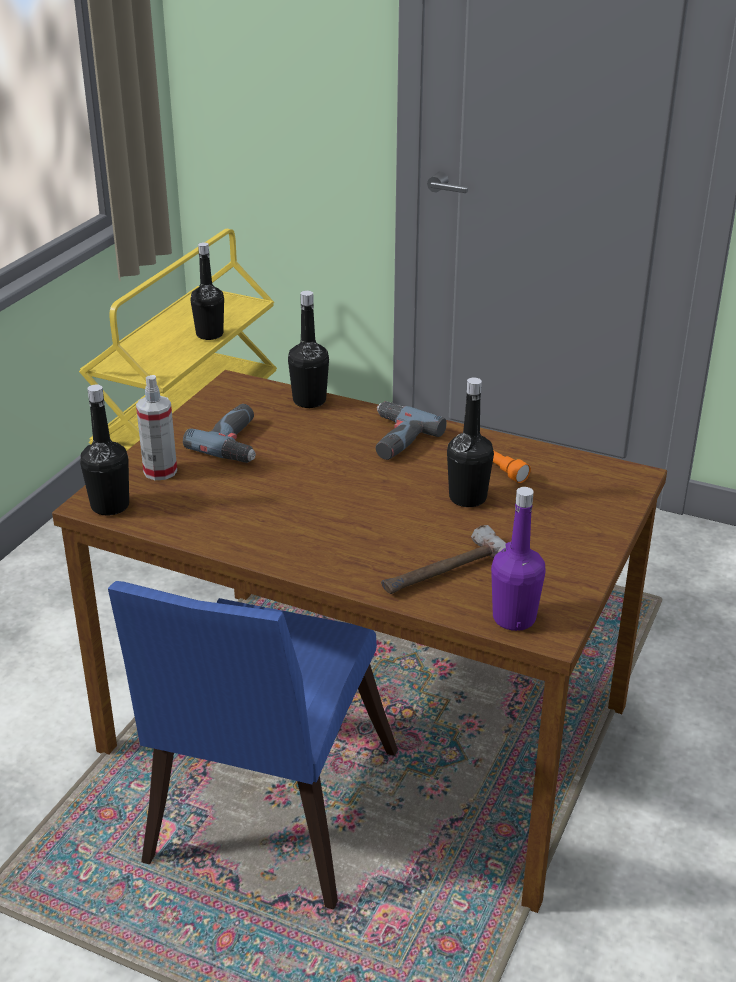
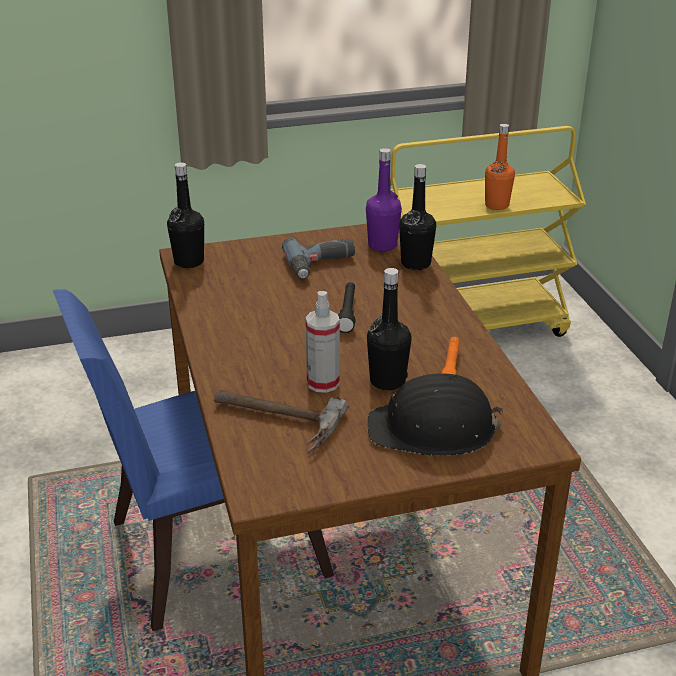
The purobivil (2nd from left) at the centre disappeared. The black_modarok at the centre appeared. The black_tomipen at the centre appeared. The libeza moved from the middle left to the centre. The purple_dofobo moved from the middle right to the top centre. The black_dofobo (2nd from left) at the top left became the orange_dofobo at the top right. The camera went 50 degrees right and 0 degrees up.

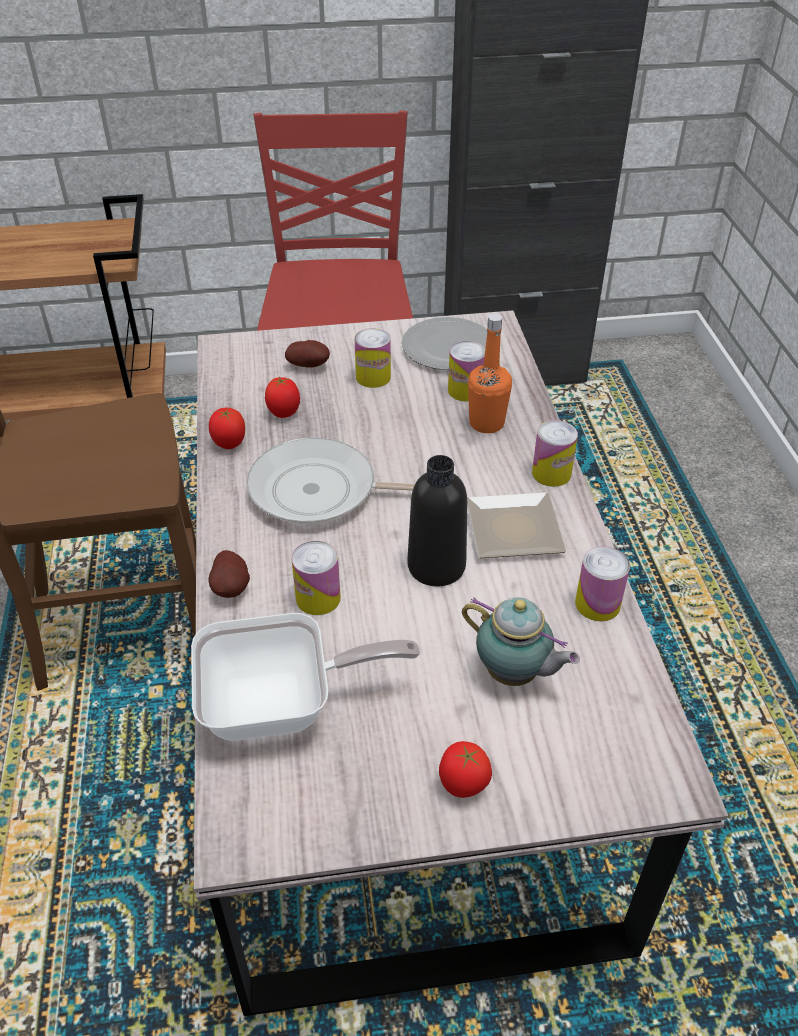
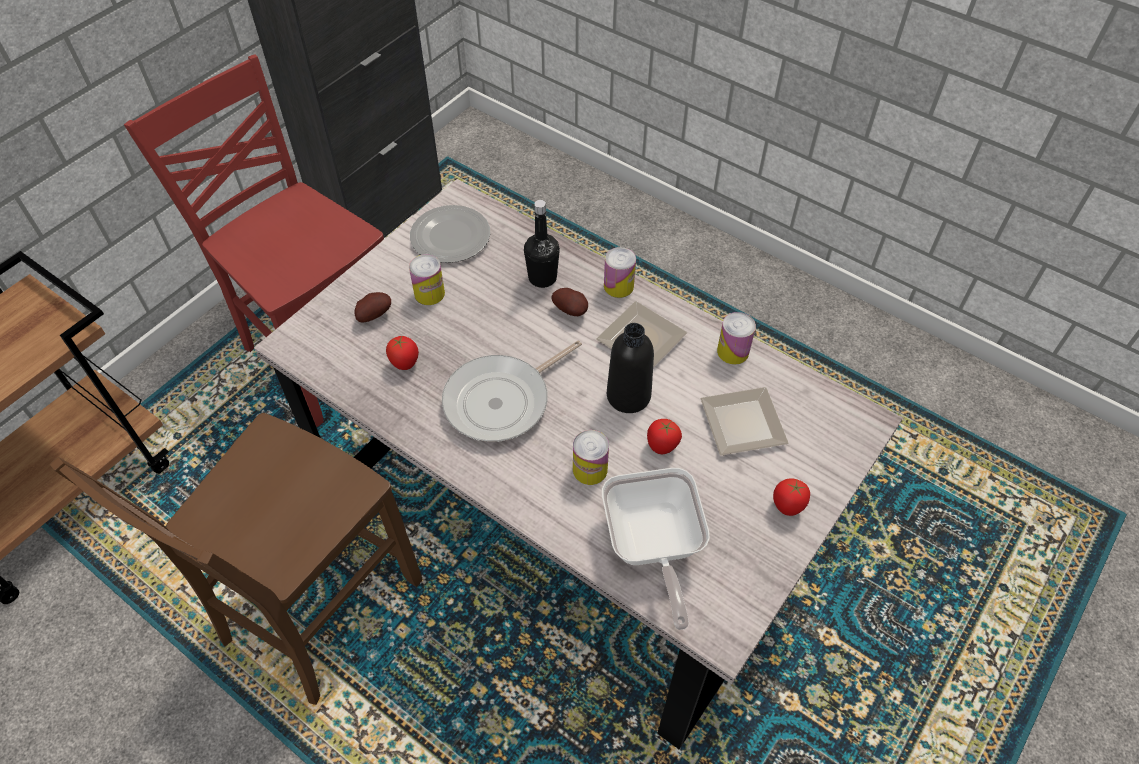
The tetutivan (3rd from left) at the centre disappeared. The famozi (1st from left in the first image) moved from the middle left to the centre. The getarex (1st from left in the first image) moved from the middle left to the centre. The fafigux at the centre was replaced by the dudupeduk (3rd from left) at the centre. The orange_dofobo at the centre became the black_dofobo (1st from left) at the top centre. The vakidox (1st from left in the first image) at the centre turned 135 degrees clockwise. The camera went 45 degrees left and 10 degrees up.

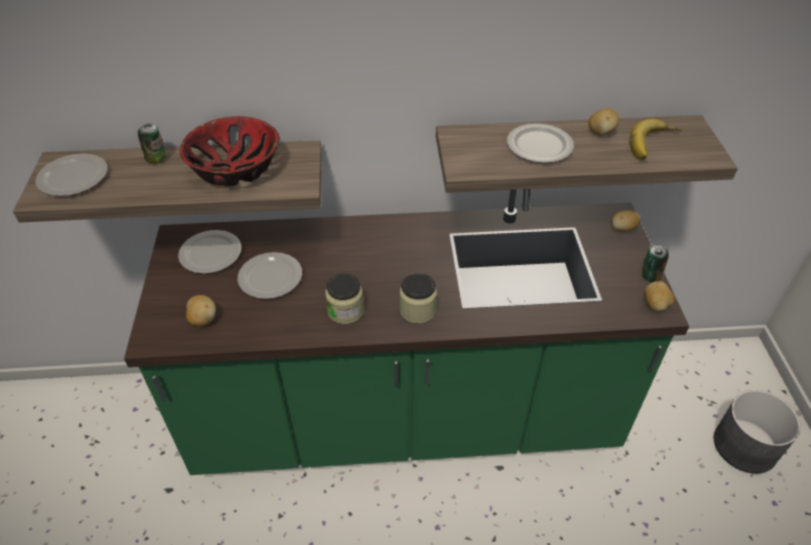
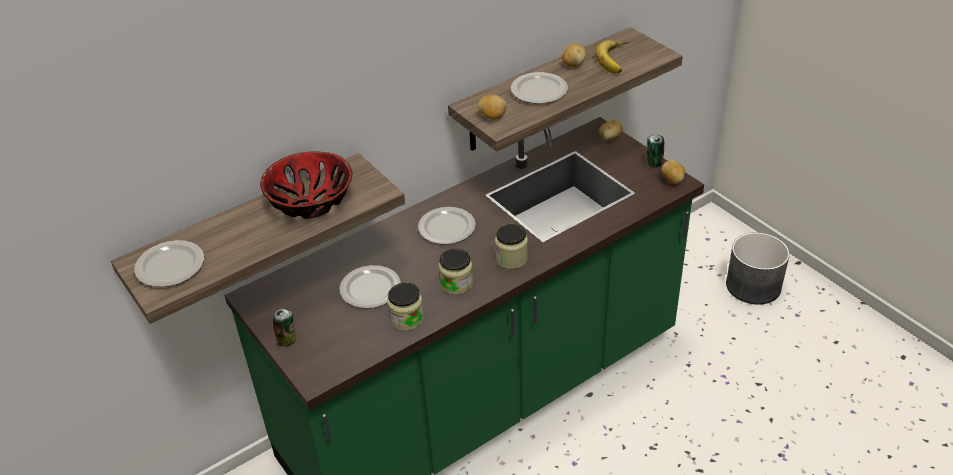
The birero (1st from left) at the centre appeared. The tetutivan (1st from left) moved from the top left to the bottom left. The dudupeduk (2nd from left in the first image) moved from the middle left to the centre. The famozi (1st from left) moved from the middle left to the top centre. The camera went 30 degrees left and 5 degrees down.

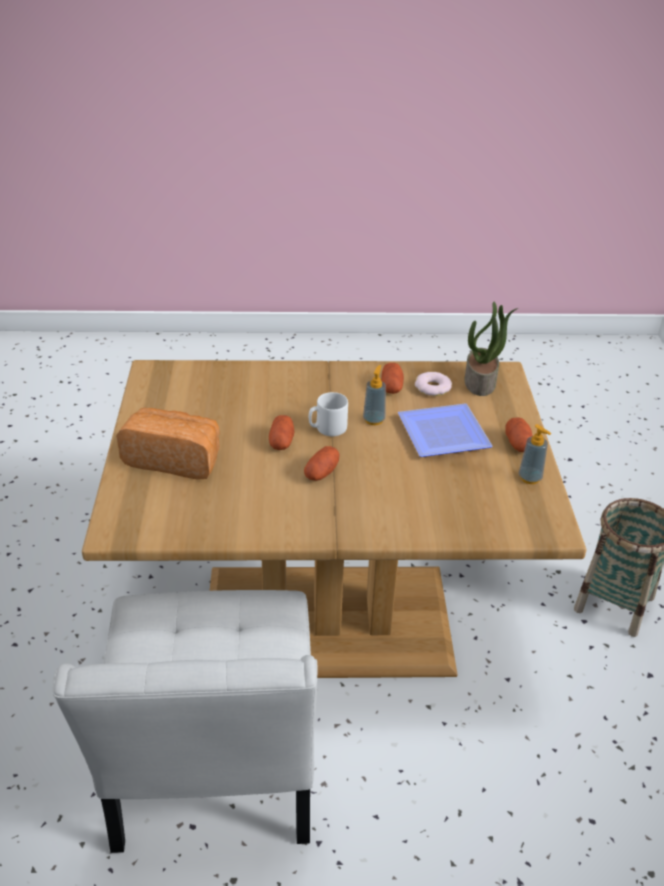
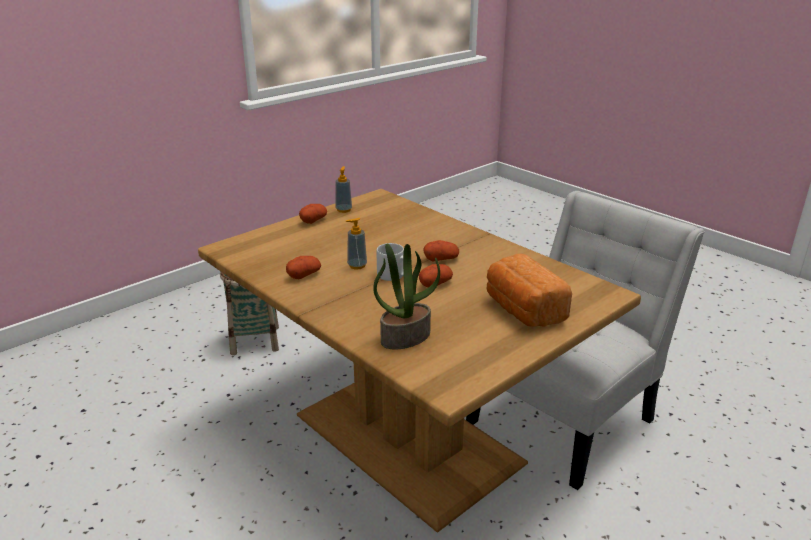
The dudupeduk at the middle right disappeared. The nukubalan at the centre disappeared. The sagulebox moved from the middle right to the centre. The camera went 130 degrees left and 10 degrees down.

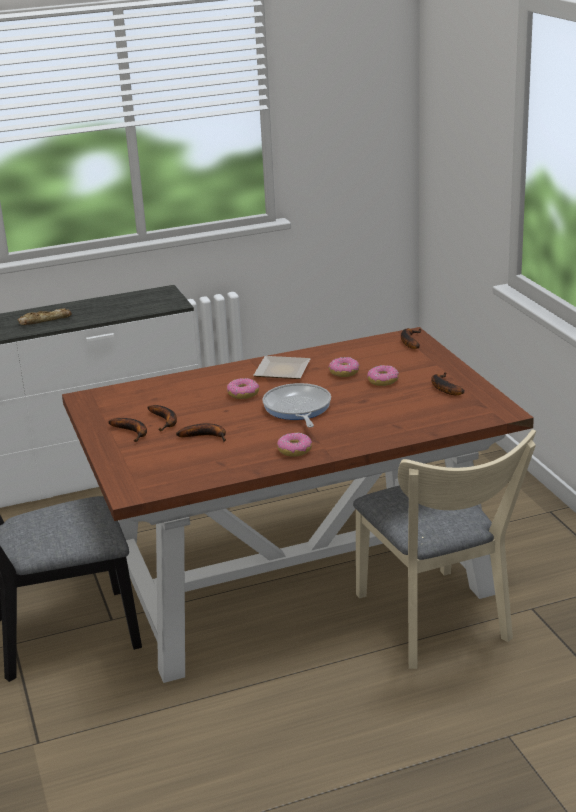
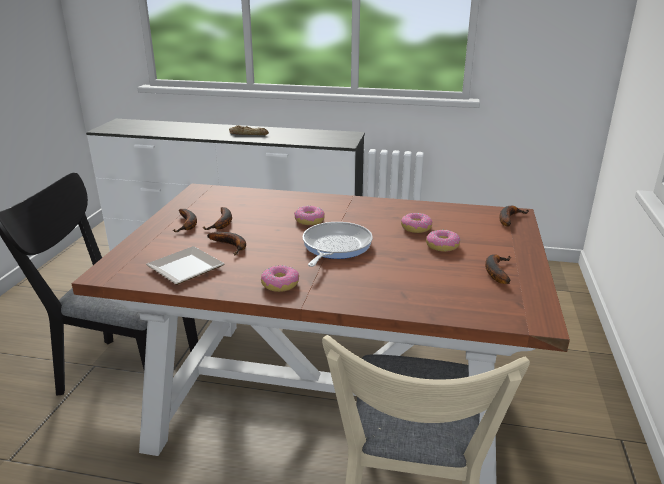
The dudupeduk moved from the centre to the middle left. The camera went 30 degrees right and 0 degrees up.

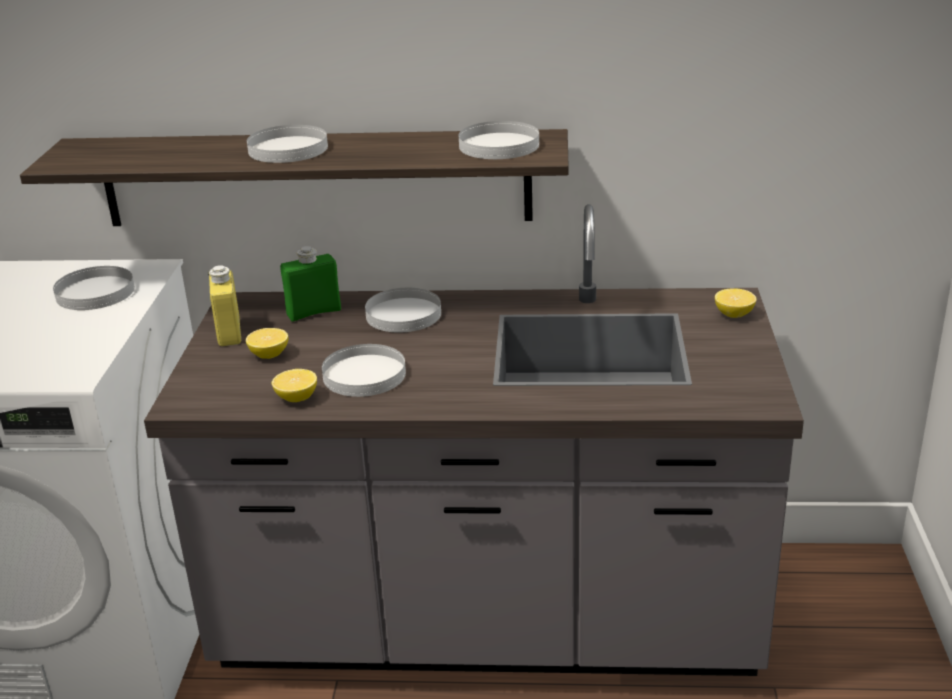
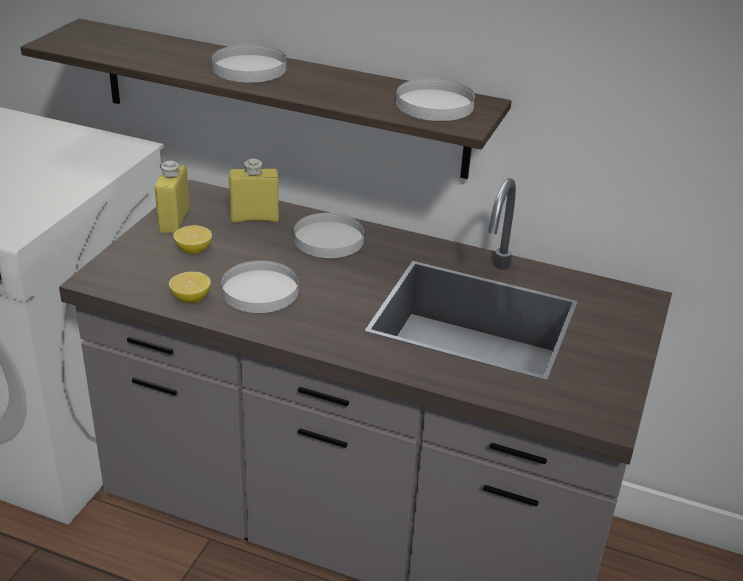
The white_dudupeduk (1st from left) at the middle left disappeared. The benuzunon (3rd from left) at the middle right disappeared. The green_dofobo at the middle left became the yellow_dofobo (2nd from left) at the top centre. The camera went 15 degrees right and 5 degrees up.

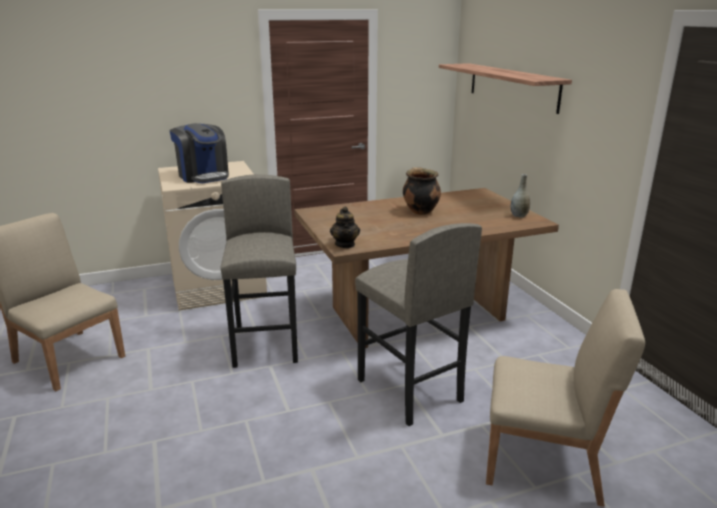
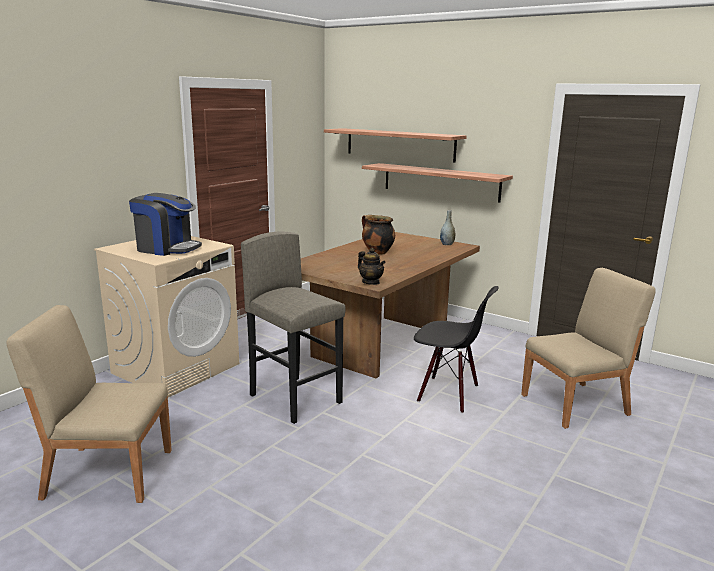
The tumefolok (2nd from left) at the top centre appeared. The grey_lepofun (2nd from left) at the centre was replaced by the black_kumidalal at the centre. The camera went 35 degrees left and 5 degrees down.

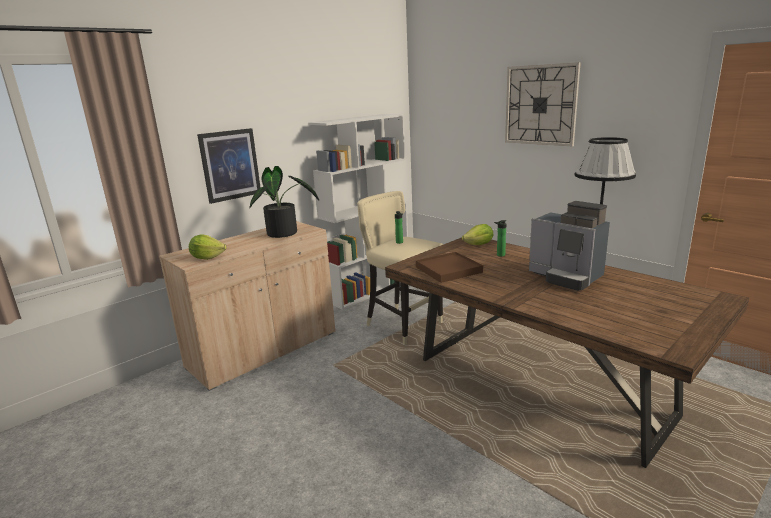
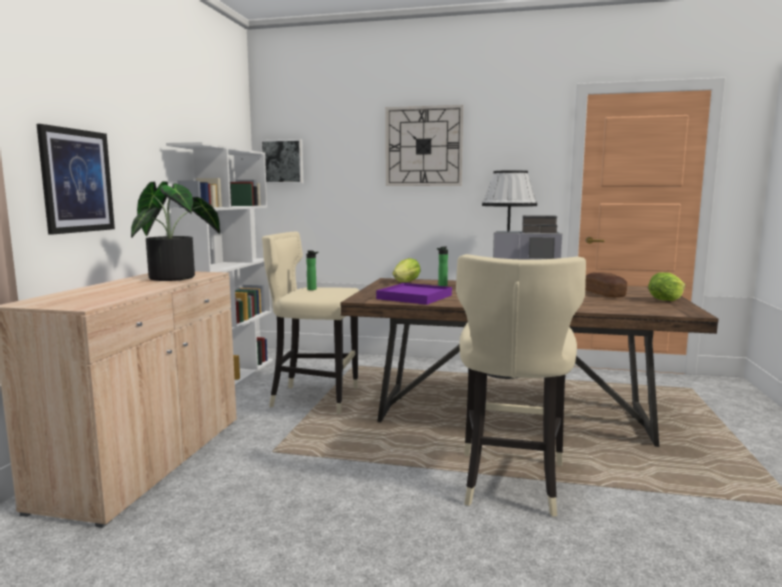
The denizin (2nd from left) at the top centre appeared. The beige_lepofun (2nd from left) at the centre appeared. The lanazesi at the middle right appeared. The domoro (1st from left in the first image) moved from the middle left to the middle right. The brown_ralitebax at the centre became the purple_ralitebax at the centre. The camera went 35 degrees left and 10 degrees down.

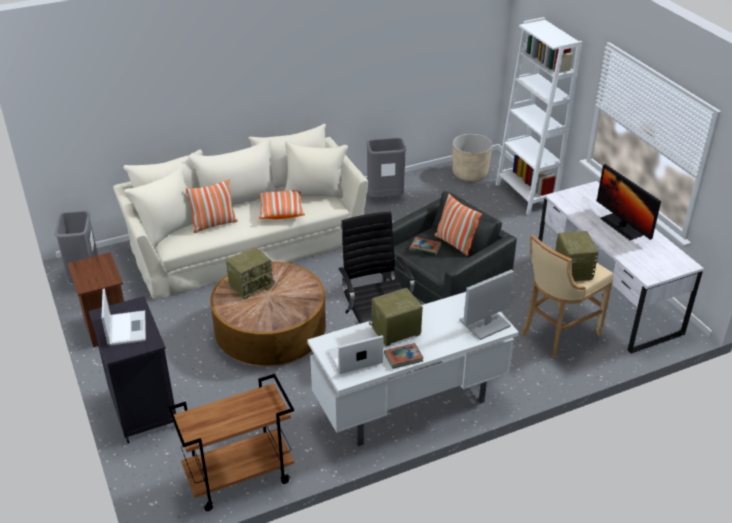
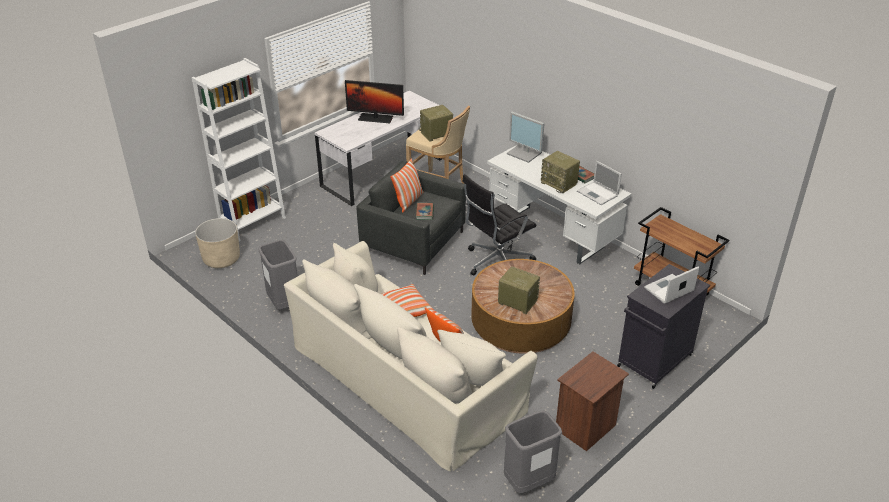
The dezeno (2nd from left in the first image) at the middle right turned 60 degrees clockwise. The camera went 110 degrees left and 0 degrees up.

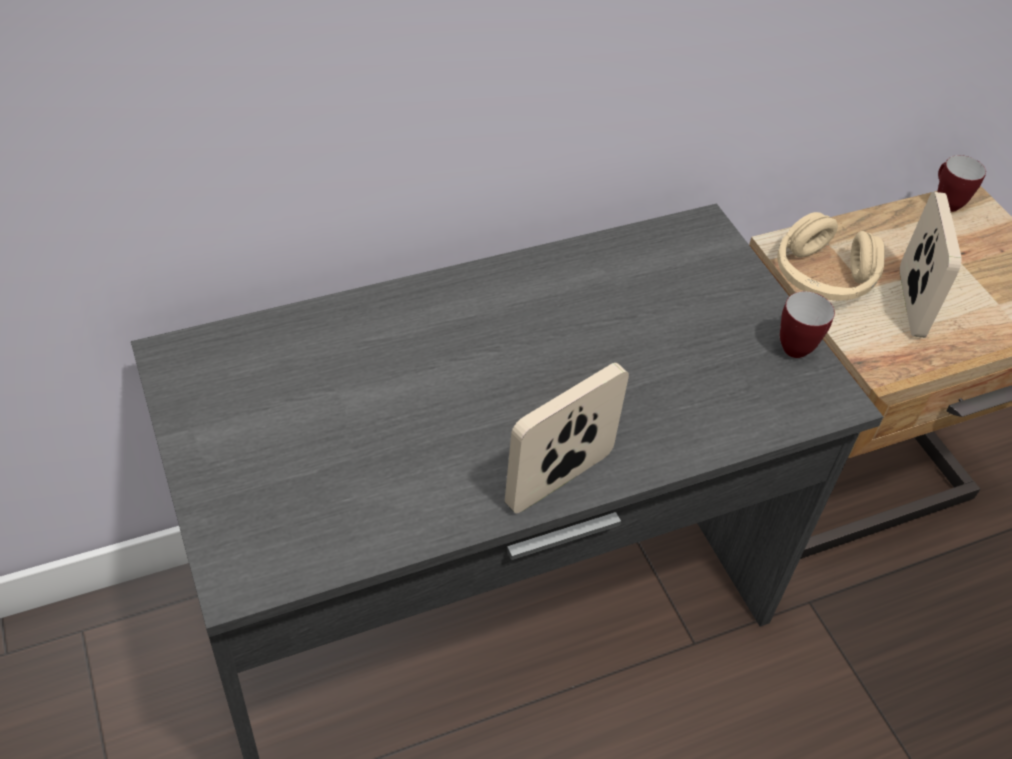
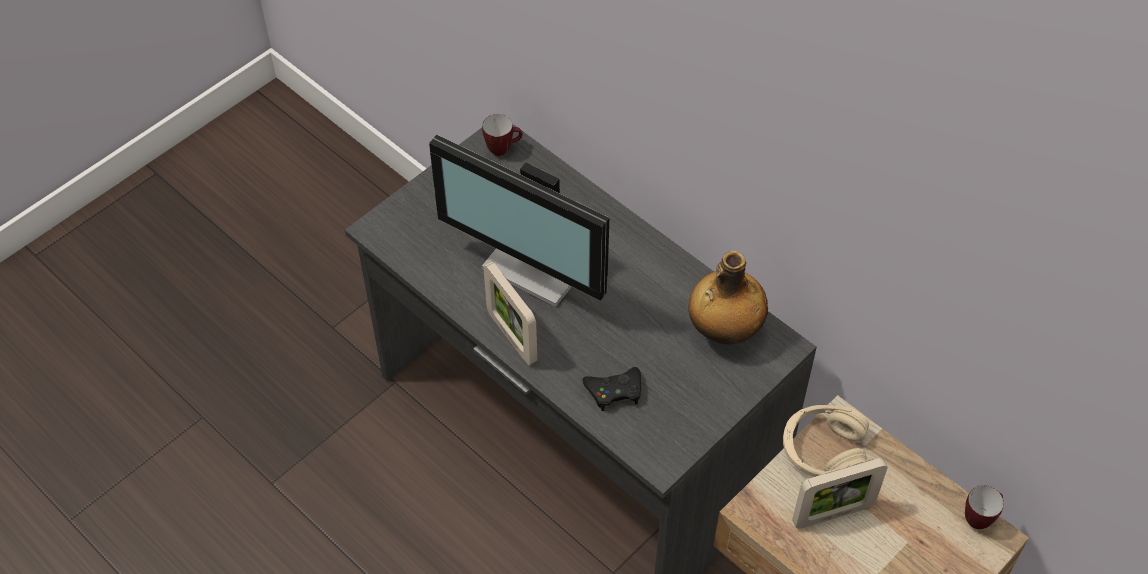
The dezeno at the centre appeared. The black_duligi at the bottom centre appeared. The dofobo at the centre appeared. The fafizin (1st from left) moved from the middle right to the top centre. The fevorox (1st from left) at the centre turned 150 degrees counterclockwise. The camera went 70 degrees right and 5 degrees up.

